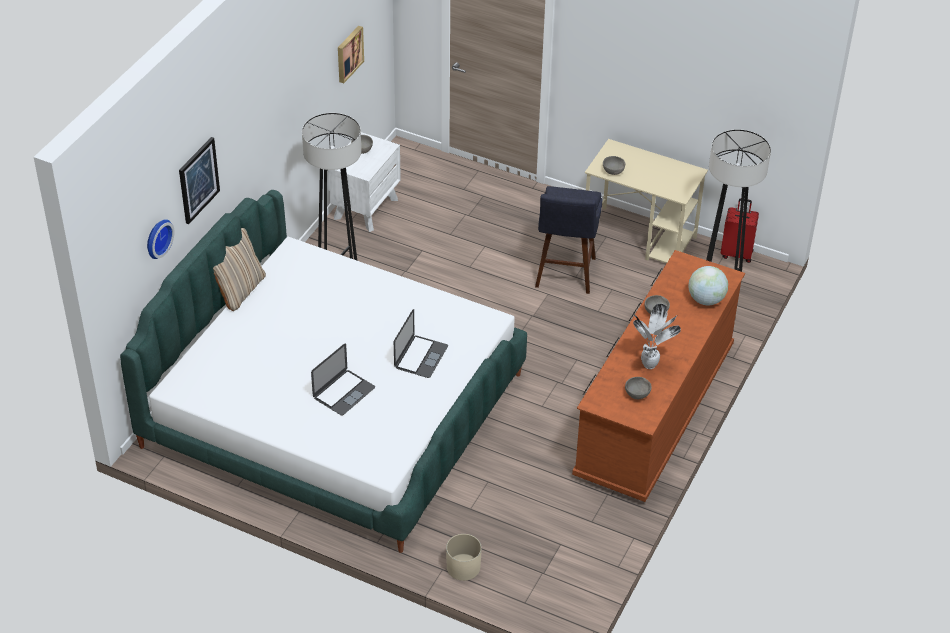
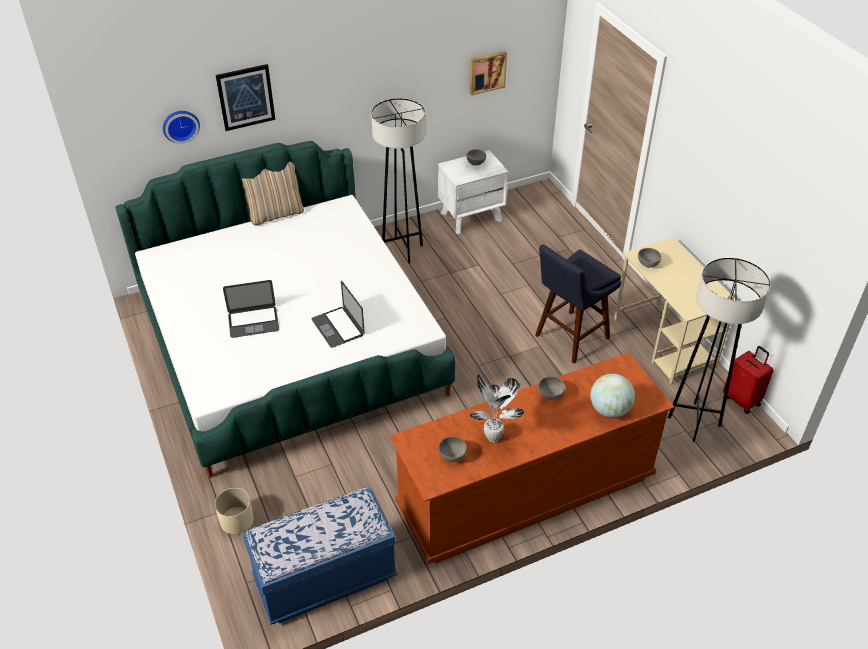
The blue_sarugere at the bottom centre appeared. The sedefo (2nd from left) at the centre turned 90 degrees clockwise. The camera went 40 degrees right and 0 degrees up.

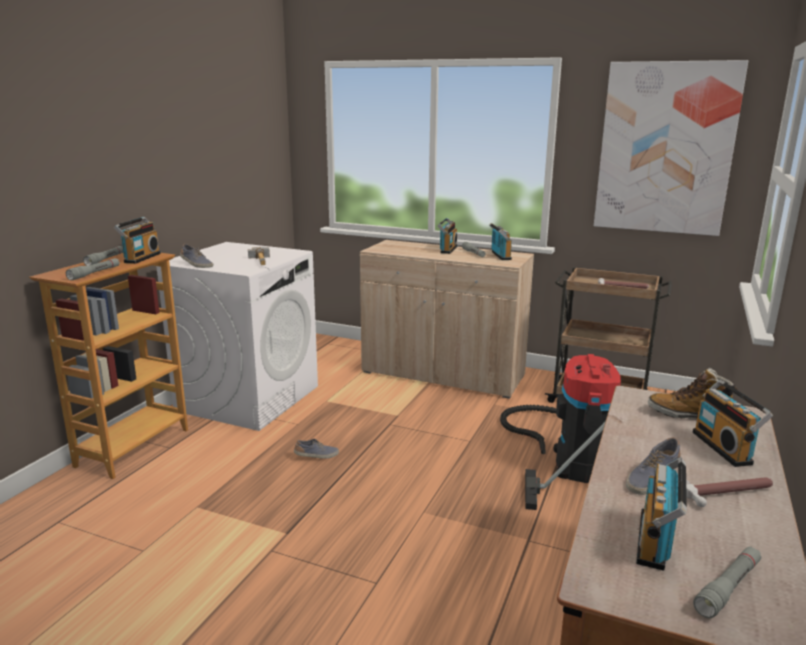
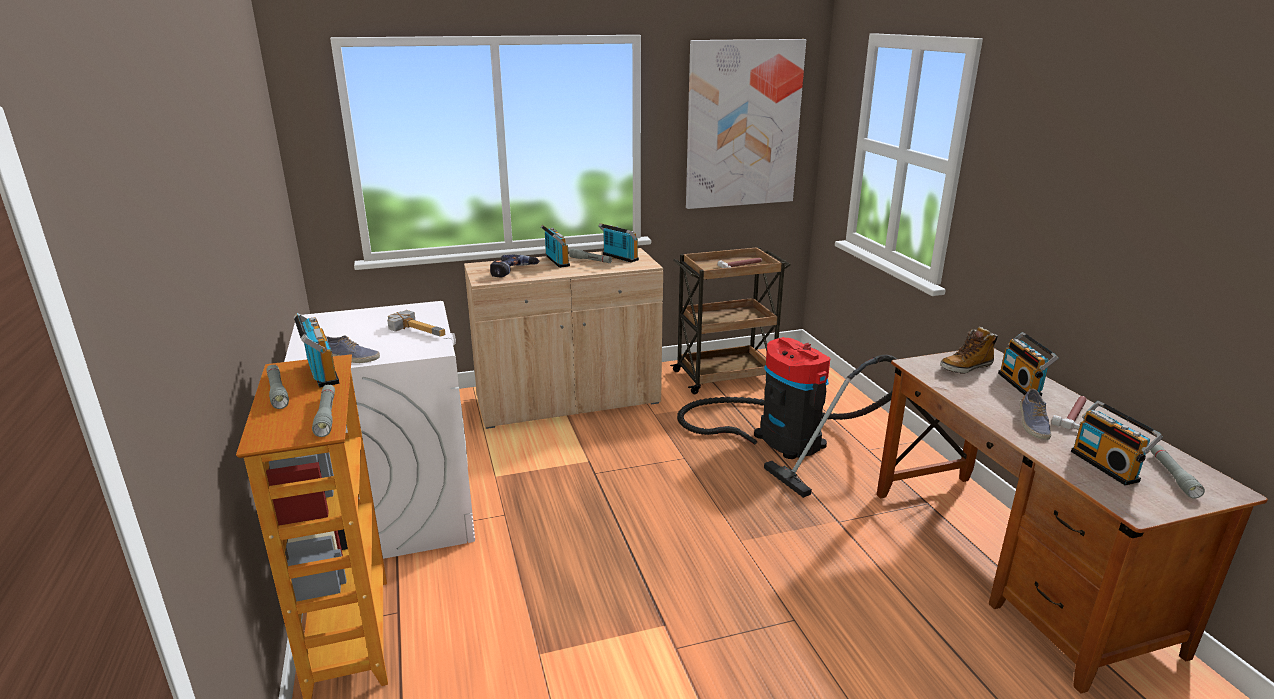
The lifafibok (2nd from left) at the bottom centre disappeared. The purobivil at the centre appeared. The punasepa (5th from left in the first image) at the middle right turned 45 degrees clockwise. The camera went 40 degrees left and 5 degrees up.

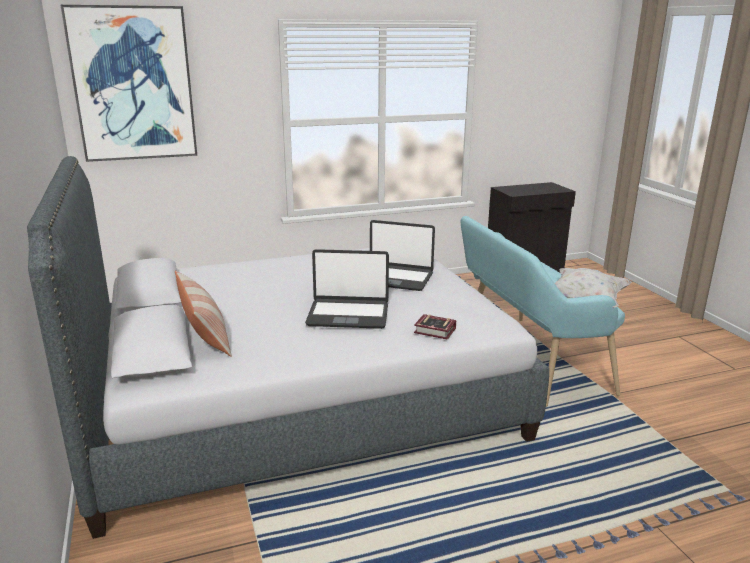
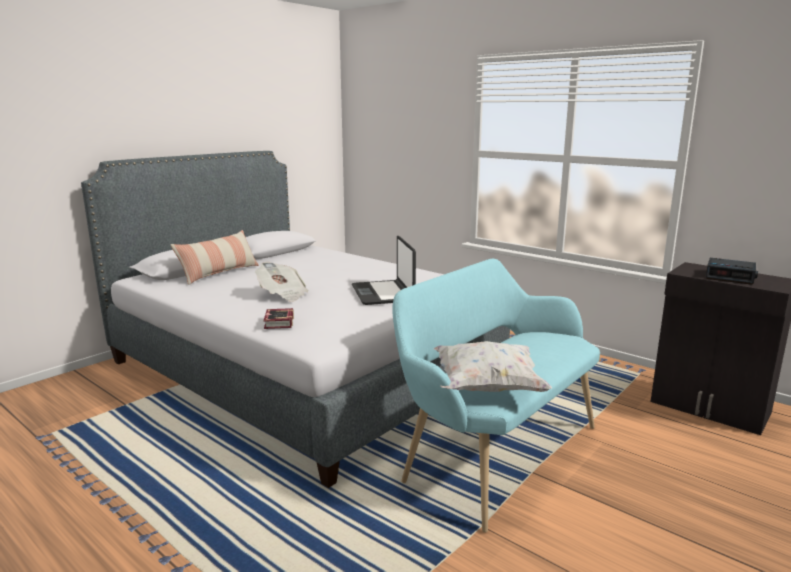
The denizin at the top left disappeared. The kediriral at the middle right appeared. The sedefo (1st from left) at the centre was replaced by the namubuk at the centre. The camera went 60 degrees right and 5 degrees down.

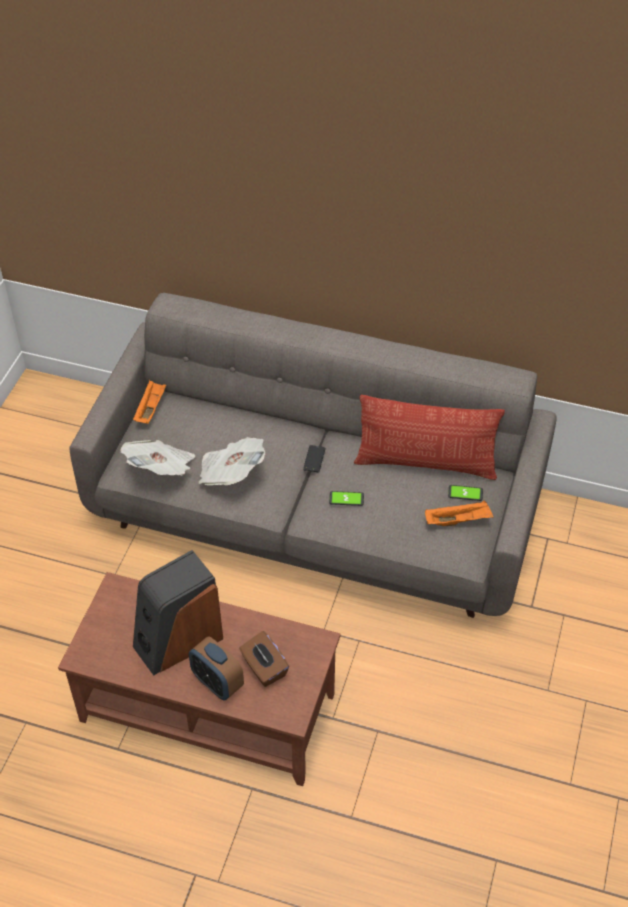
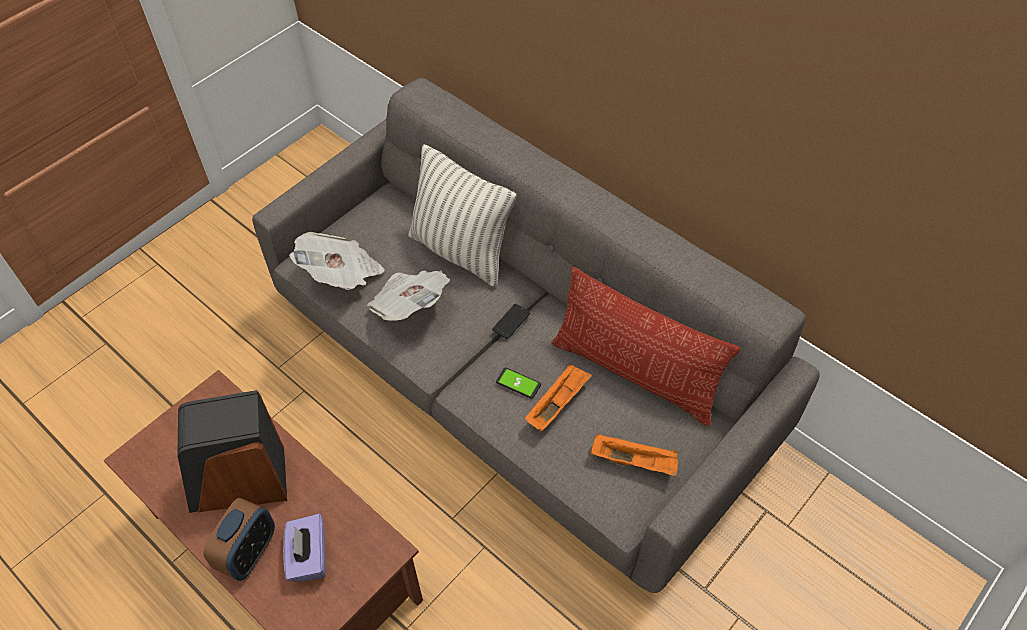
The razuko (3rd from left) at the middle right disappeared. The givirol (1st from left) at the centre appeared. The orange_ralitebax (1st from left) moved from the middle left to the centre. The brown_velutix at the bottom centre became the purple_velutix at the bottom left. The kediriral at the bottom centre turned 135 degrees counterclockwise. The camera went 25 degrees right and 5 degrees up.

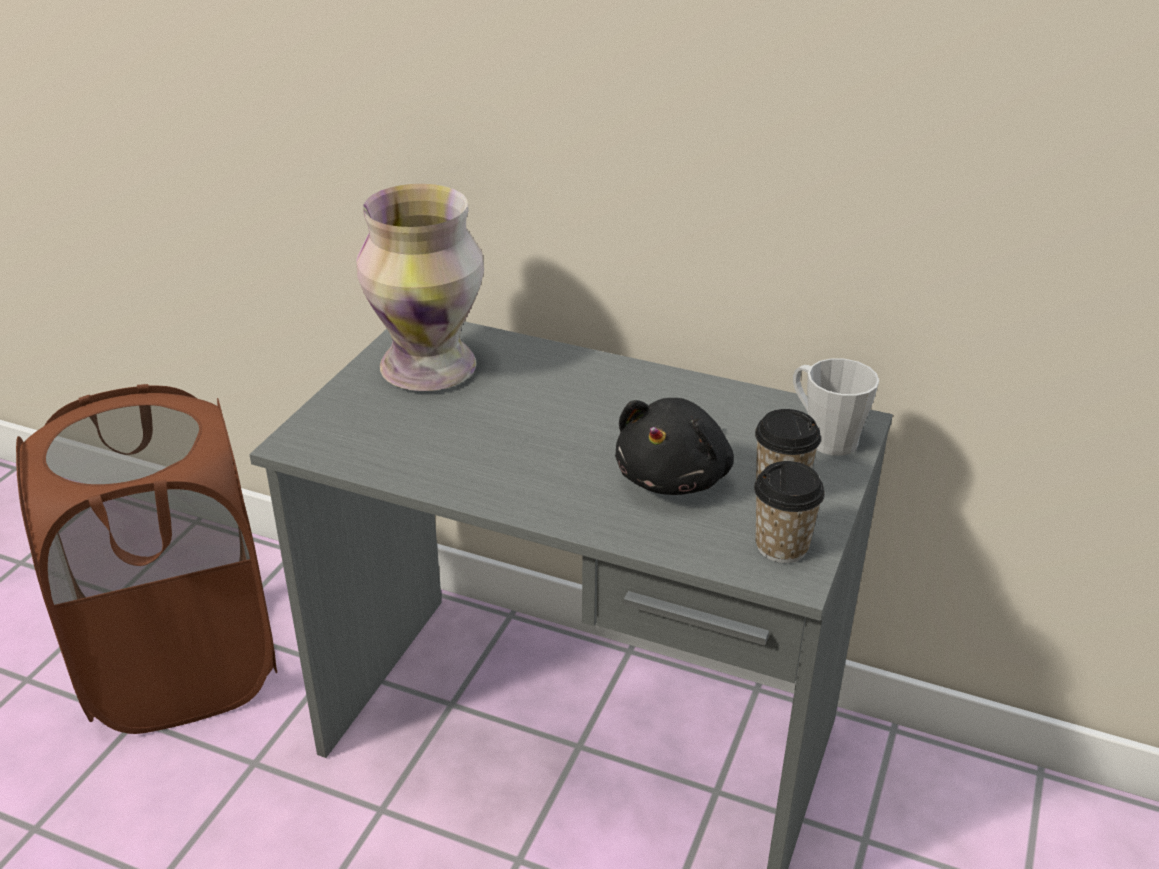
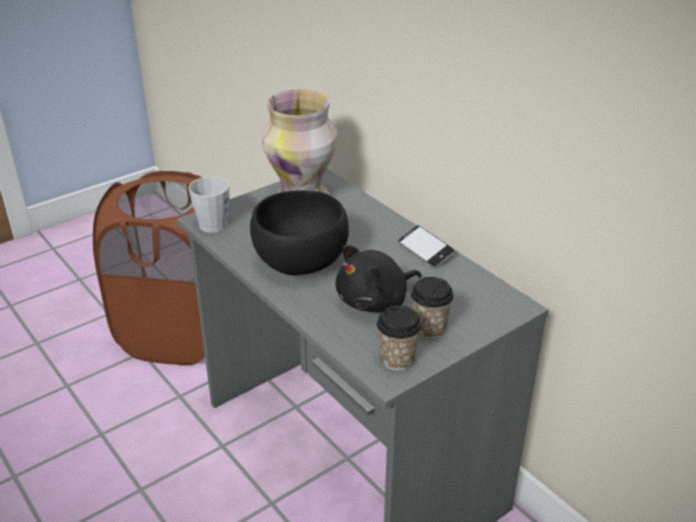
The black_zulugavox at the centre appeared. The razuko at the centre appeared. The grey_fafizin moved from the middle right to the middle left. The camera went 30 degrees right and 0 degrees up.

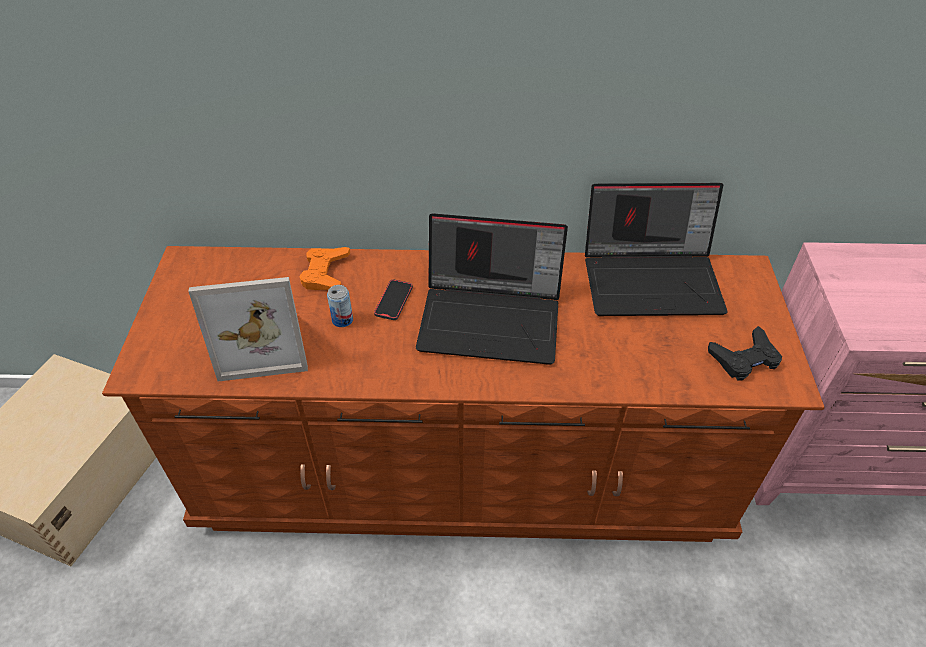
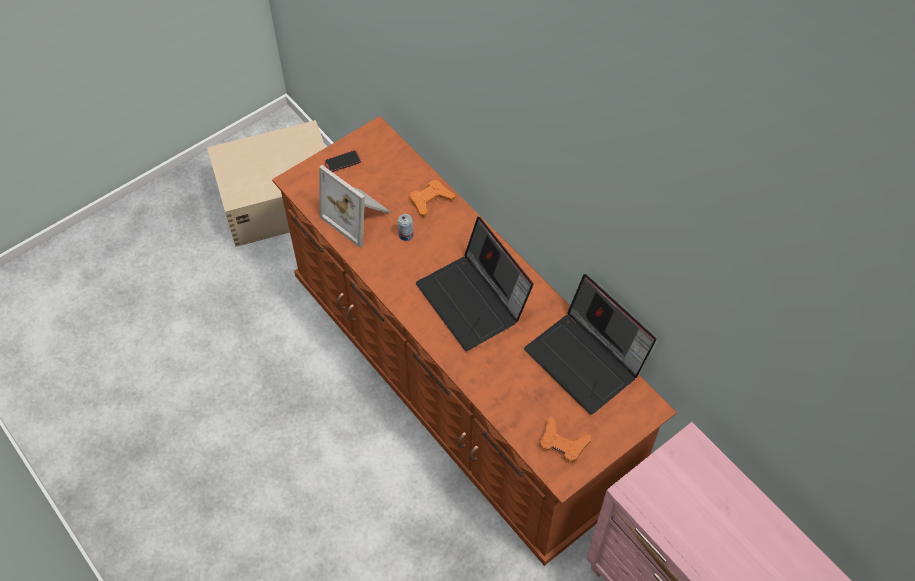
The razuko moved from the centre to the top centre. The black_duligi at the middle right became the orange_duligi (2nd from left) at the bottom centre. The camera went 50 degrees right and 10 degrees up.

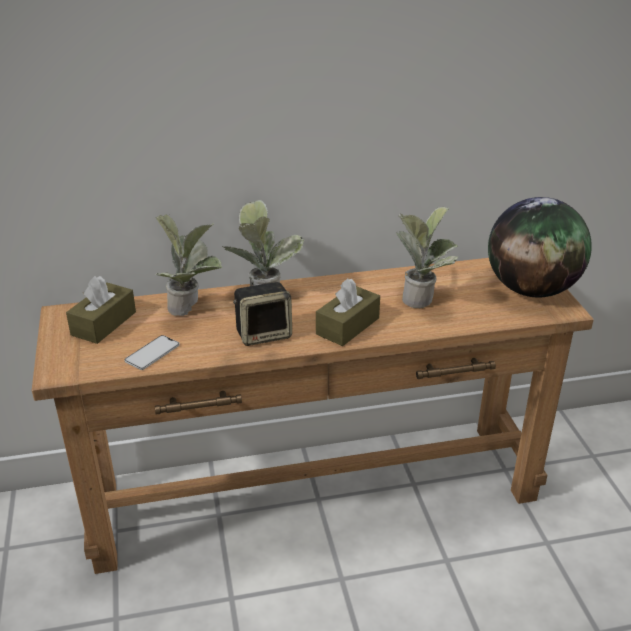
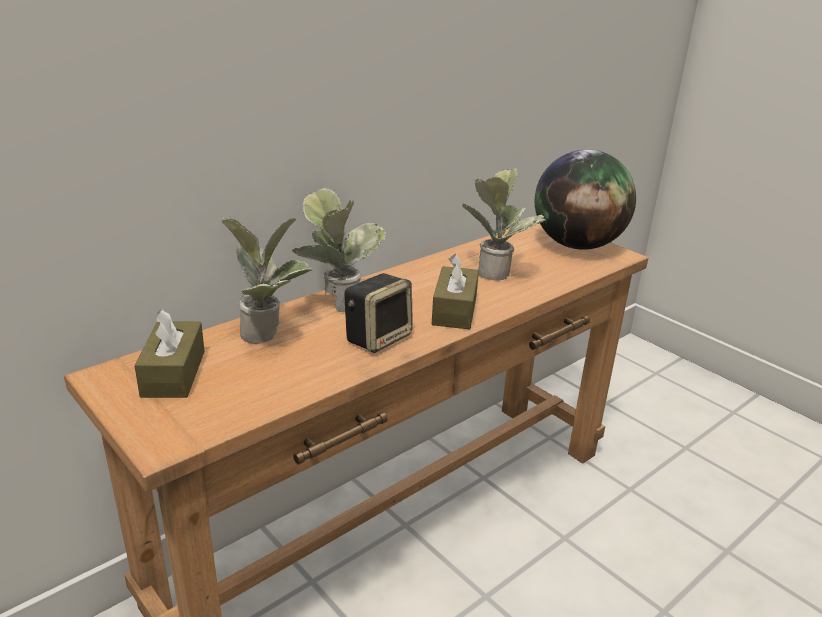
The razuko at the middle left disappeared. The camera went 30 degrees left and 5 degrees down.

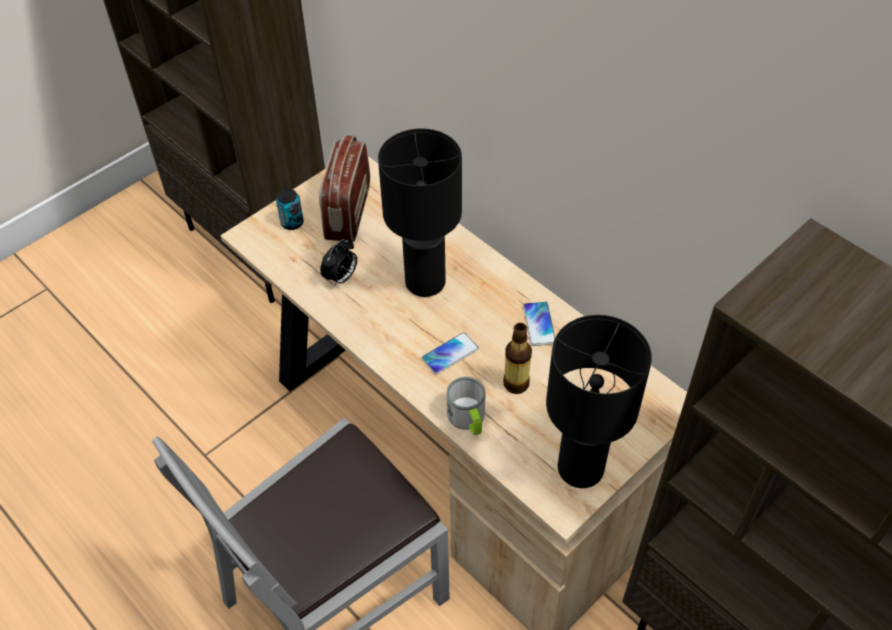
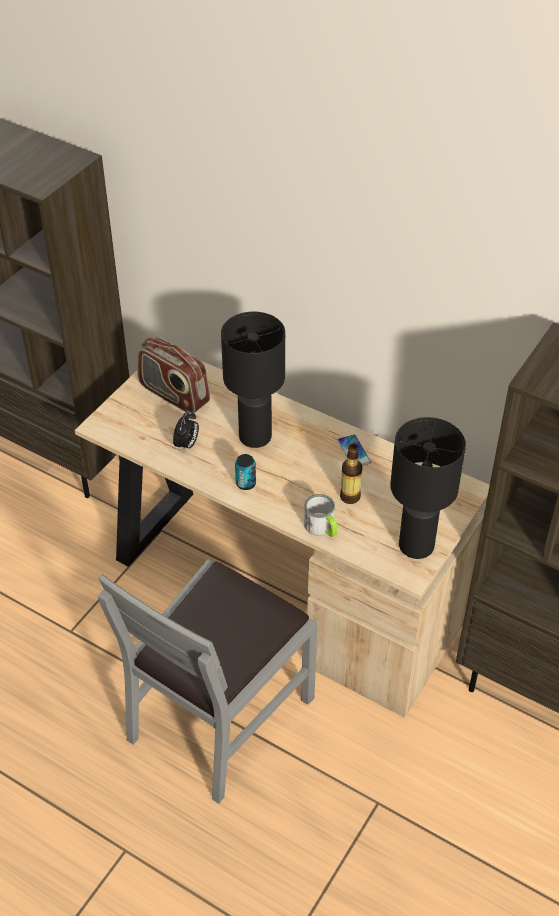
The razuko (1st from left) at the centre disappeared. The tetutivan moved from the top left to the centre. The punasepa at the top centre turned 45 degrees counterclockwise. The camera went 15 degrees left and 5 degrees down.

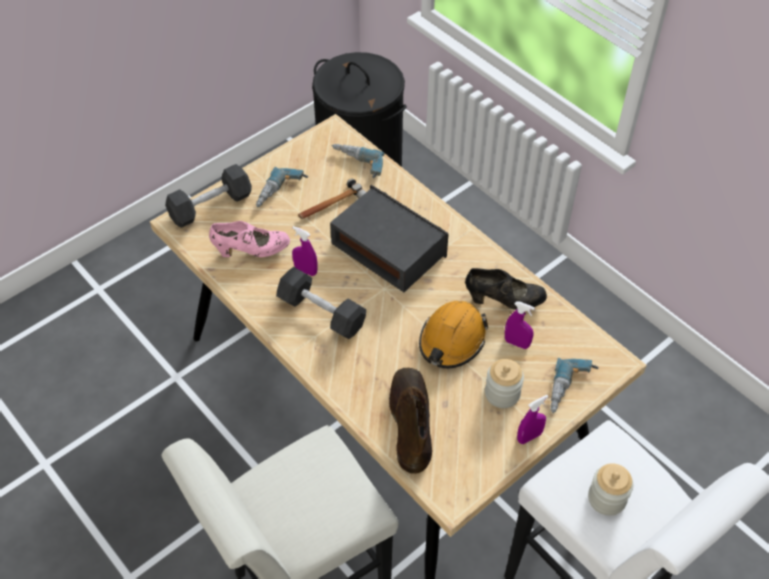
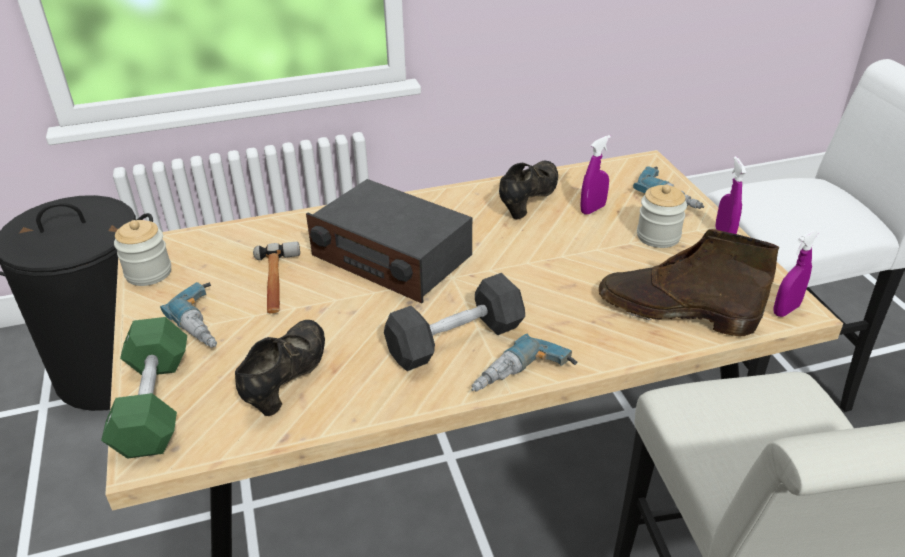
The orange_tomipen at the centre disappeared. The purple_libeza (1st from left in the first image) moved from the centre to the middle right. The purobivil (2nd from left) moved from the top centre to the centre. The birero (2nd from left in the first image) moved from the bottom right to the middle left. The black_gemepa (1st from left) at the middle left became the green_gemepa at the bottom left. The pink_lifafibok at the middle left became the black_lifafibok (1st from left) at the middle left. The punasepa at the centre turned 120 degrees counterclockwise. The camera went 65 degrees left and 15 degrees down.

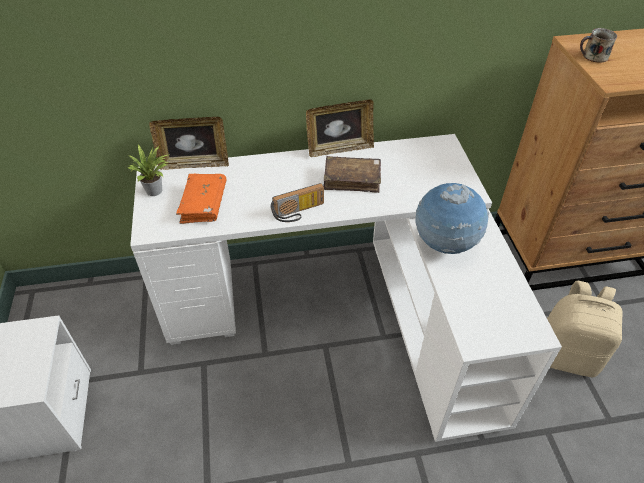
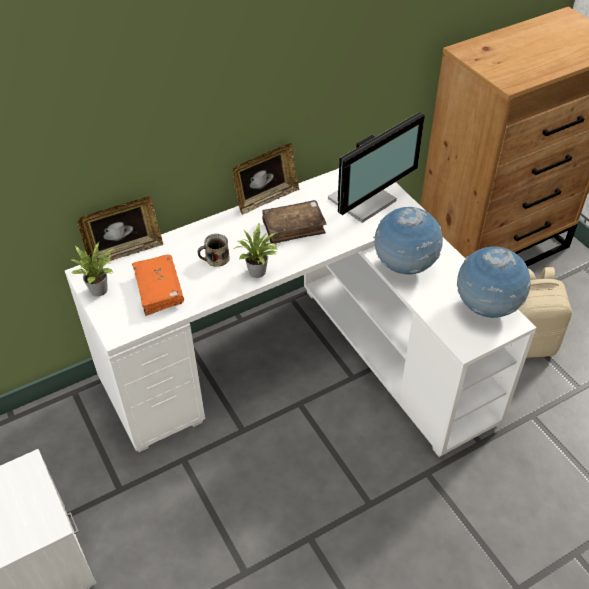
The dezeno at the top centre appeared. The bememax (2nd from left) at the middle right appeared. The fafizin moved from the top right to the centre. The punasepa at the centre was replaced by the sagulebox (2nd from left) at the centre. The camera went 20 degrees left and 0 degrees up.

